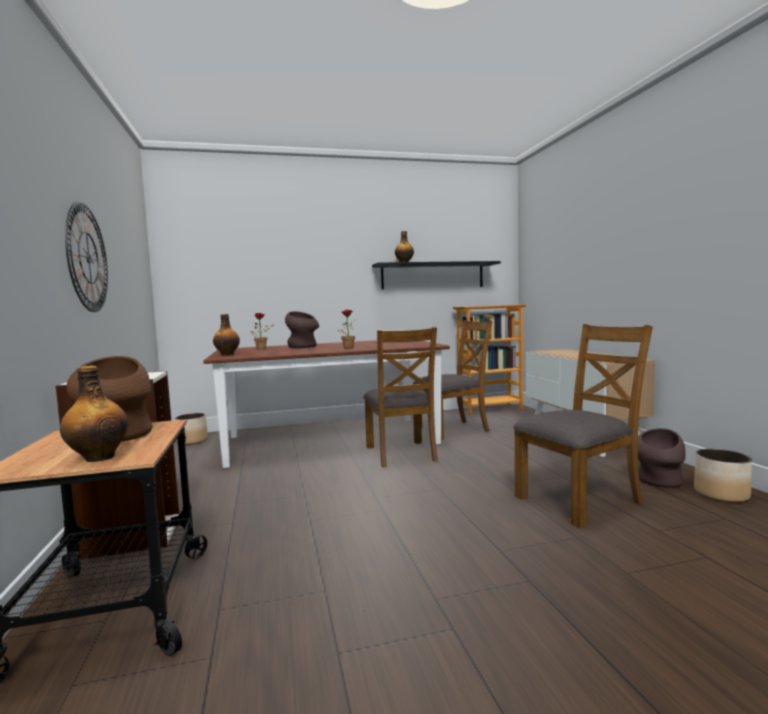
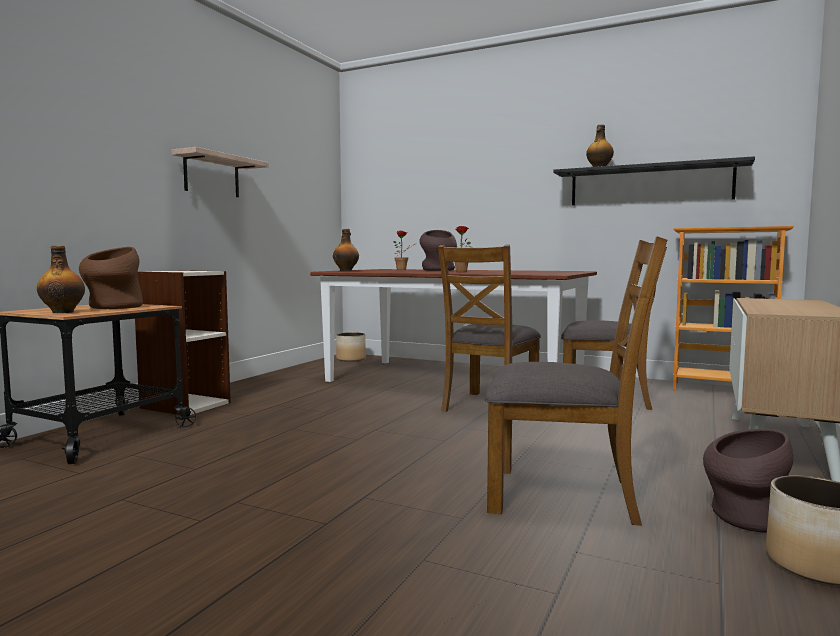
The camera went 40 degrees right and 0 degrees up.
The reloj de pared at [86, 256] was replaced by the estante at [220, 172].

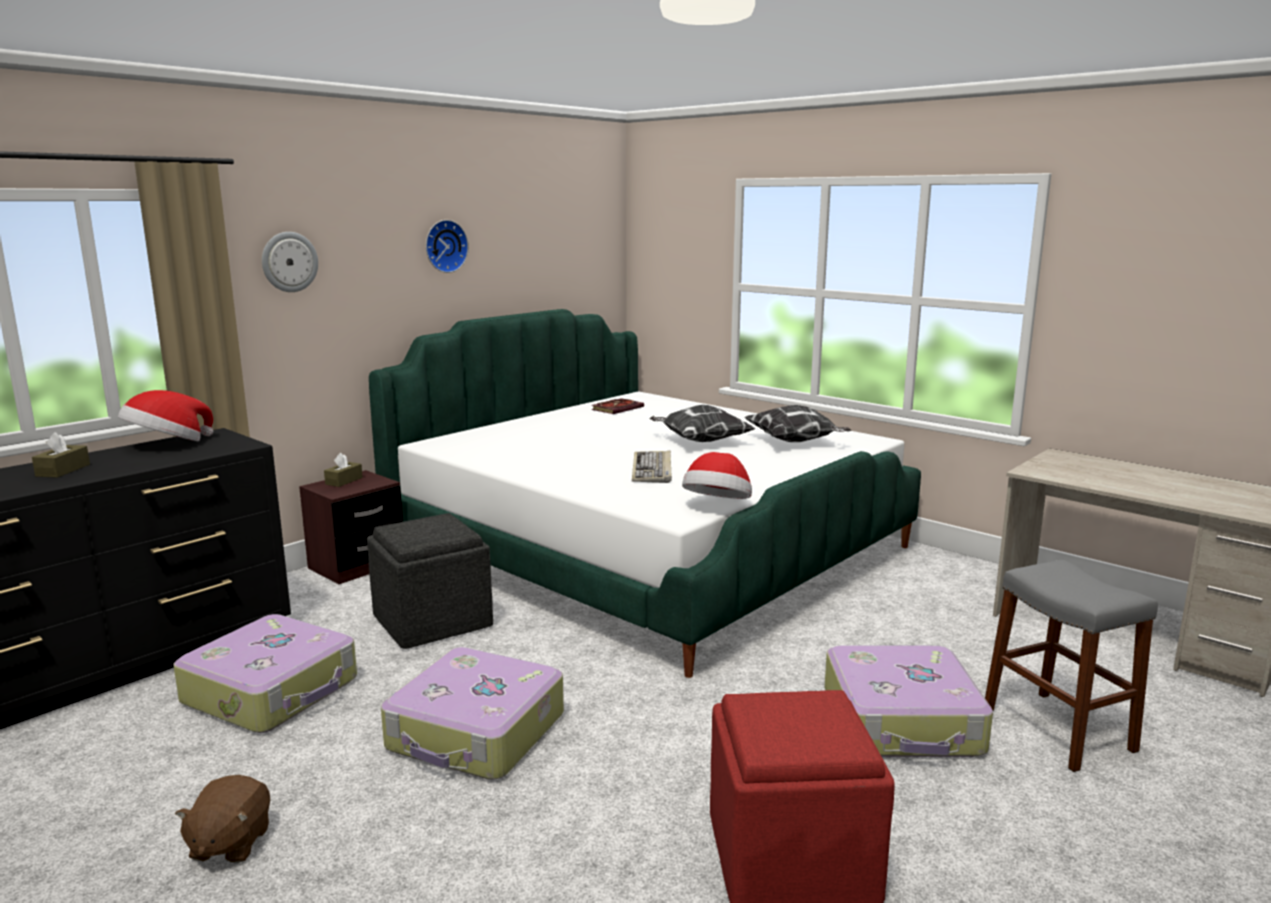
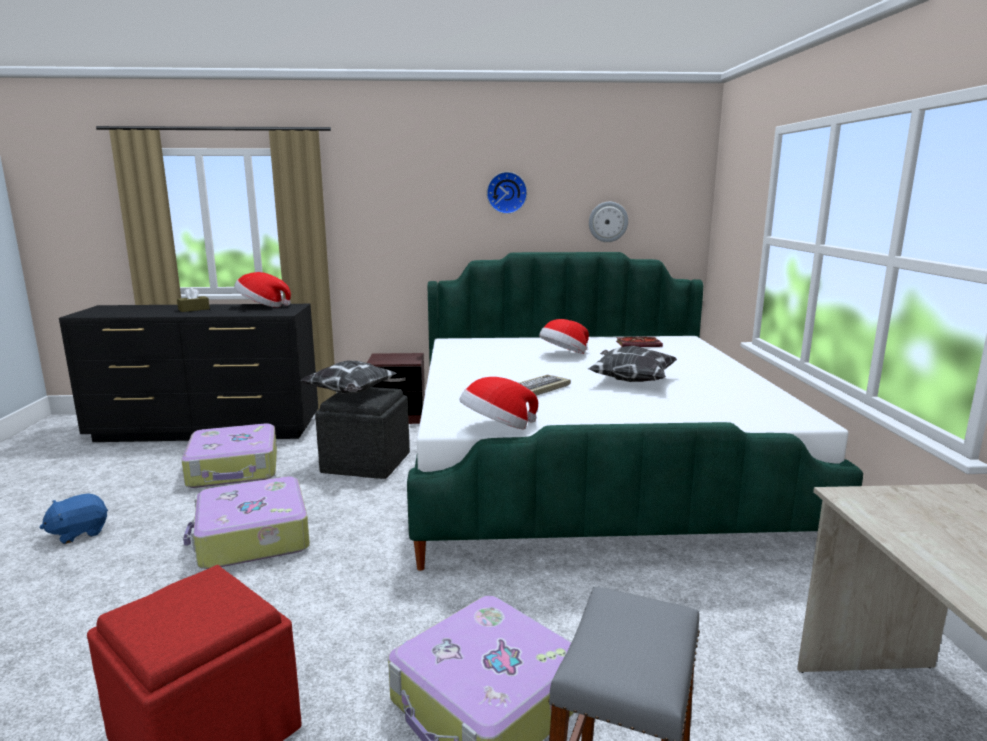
The camera went 45 degrees right and 0 degrees up.
The peluche [marrón] at [222, 819] became the peluche [azul] at [73, 518].
The reloj de pared moved from [290, 262] to [608, 222].
The caja de pañuelos [marrón] at [343, 470] disappeared.
The cojín moved from [798, 423] to [348, 377].
The sombrero at [564, 336] appeared.

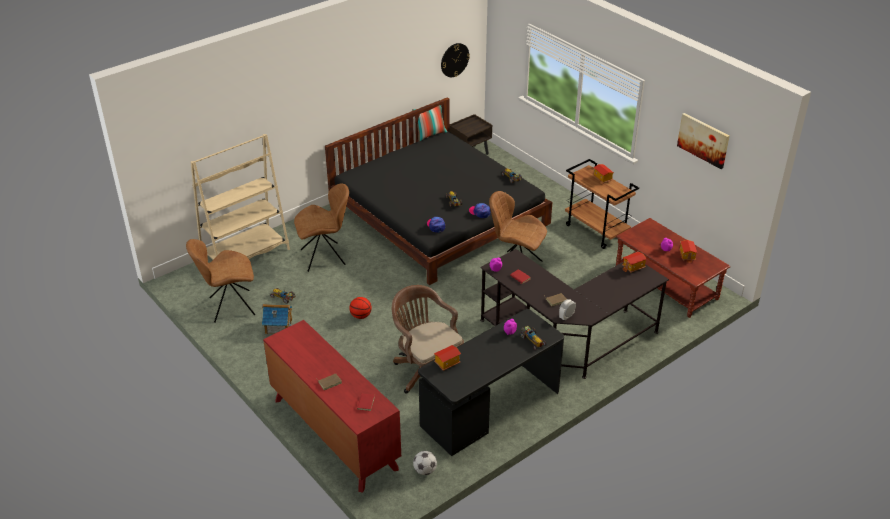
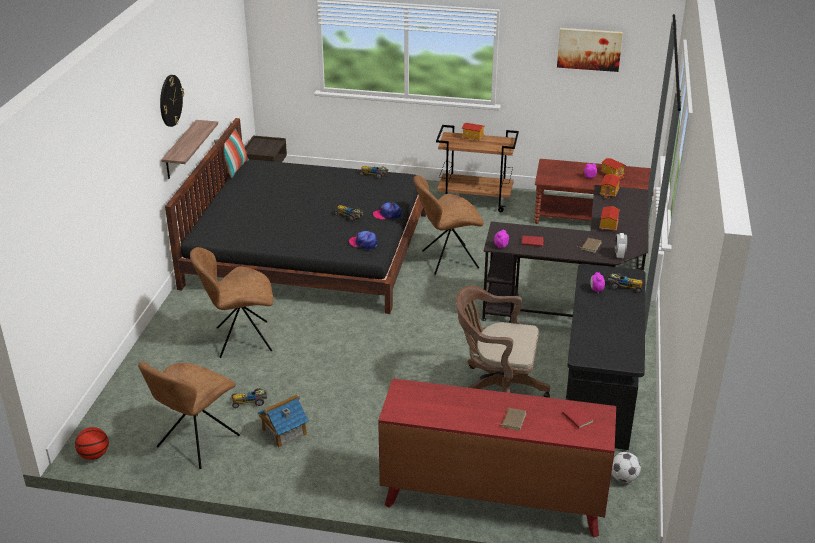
The camera went 40 degrees left and 5 degrees down.
The estantería [beis] at [240, 196] disappeared.
The silla [marrón] at [321, 227] turned 135 degrees counterclockwise.
The balón de baloncesto moved from [360, 308] to [92, 443].
The casita moved from [447, 358] to [609, 219].
The reloj de pared moved from [455, 60] to [172, 101].
The estante at [189, 149] appeared.

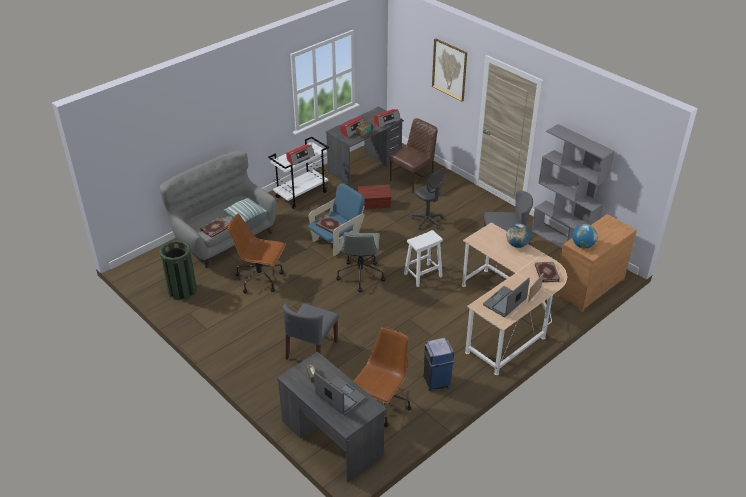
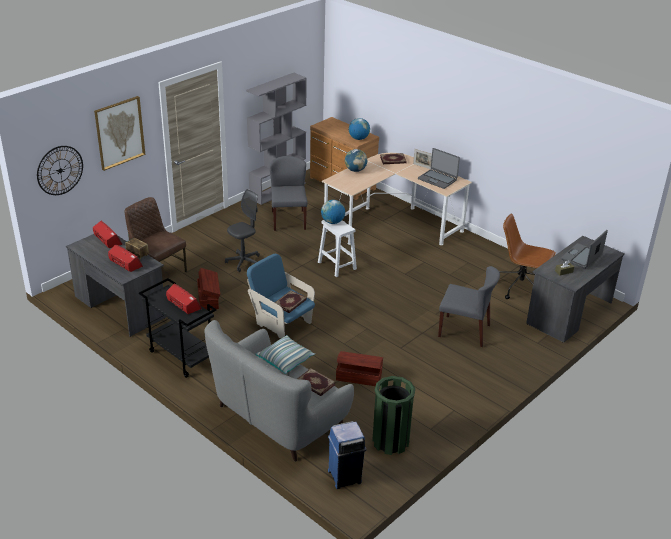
The camera went 95 degrees left and 5 degrees down.
The silla de oficina [marrón] at [257, 253] was replaced by the caja de almacenaje [marrón] at [359, 368].
The carrito [blanco] at [298, 173] became the carrito [negro] at [177, 328].
The silla de oficina [gris] at [360, 262] disappeared.
The papelera [azul] moved from [439, 365] to [347, 455].
The reloj de pared at [60, 170] appeared.
The globo terráqueo at [333, 212] appeared.

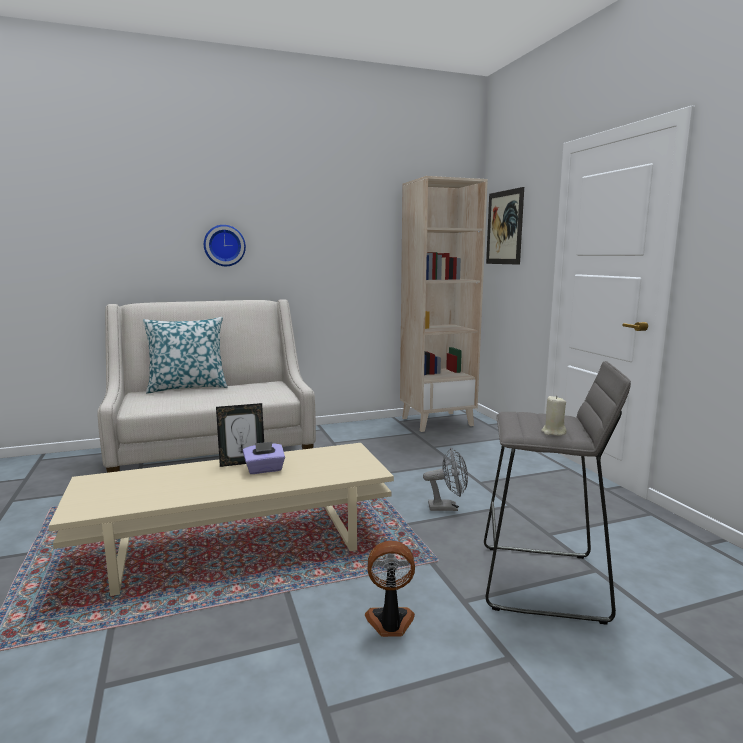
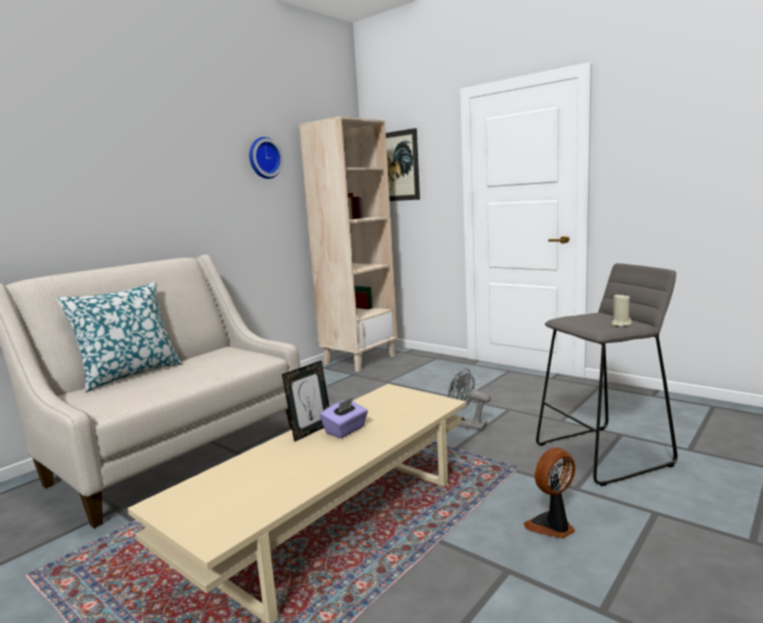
The camera went 30 degrees left and 0 degrees up.
The reloj de pared moved from [225, 245] to [266, 158].
The ventilador [gris] at [445, 479] turned 120 degrees counterclockwise.

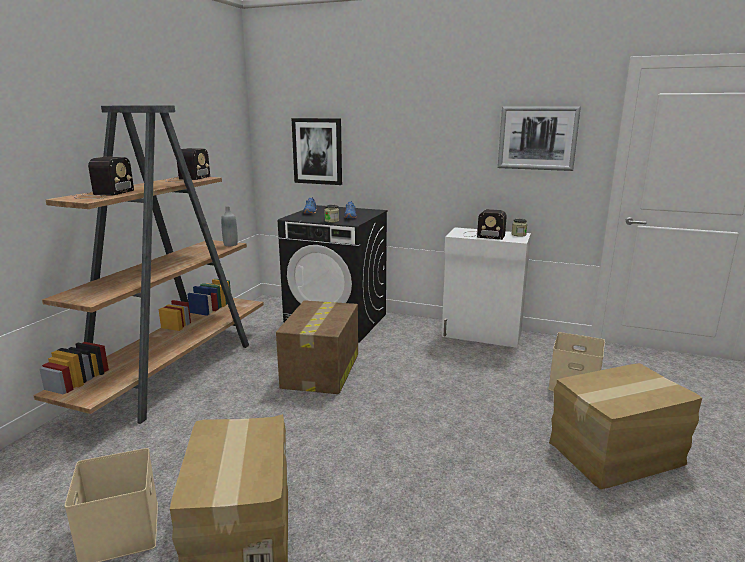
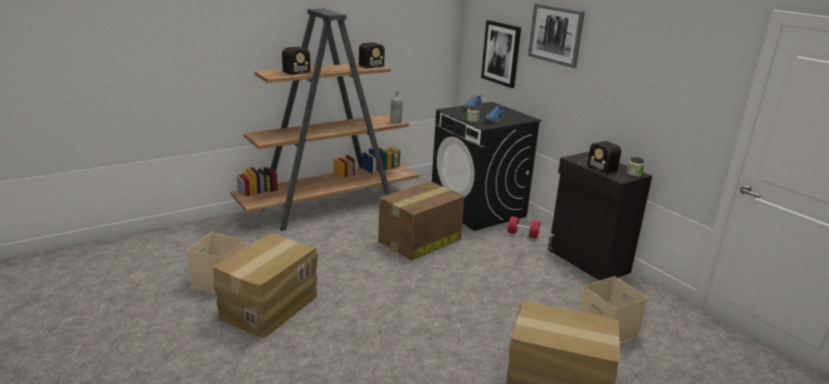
The camera went 35 degrees right and 5 degrees up.
The armario [blanco] at [486, 287] became the armario [negro] at [600, 216].
The cuadro moved from [539, 138] to [556, 35].
The mancuerna [rojo] at [524, 227] appeared.

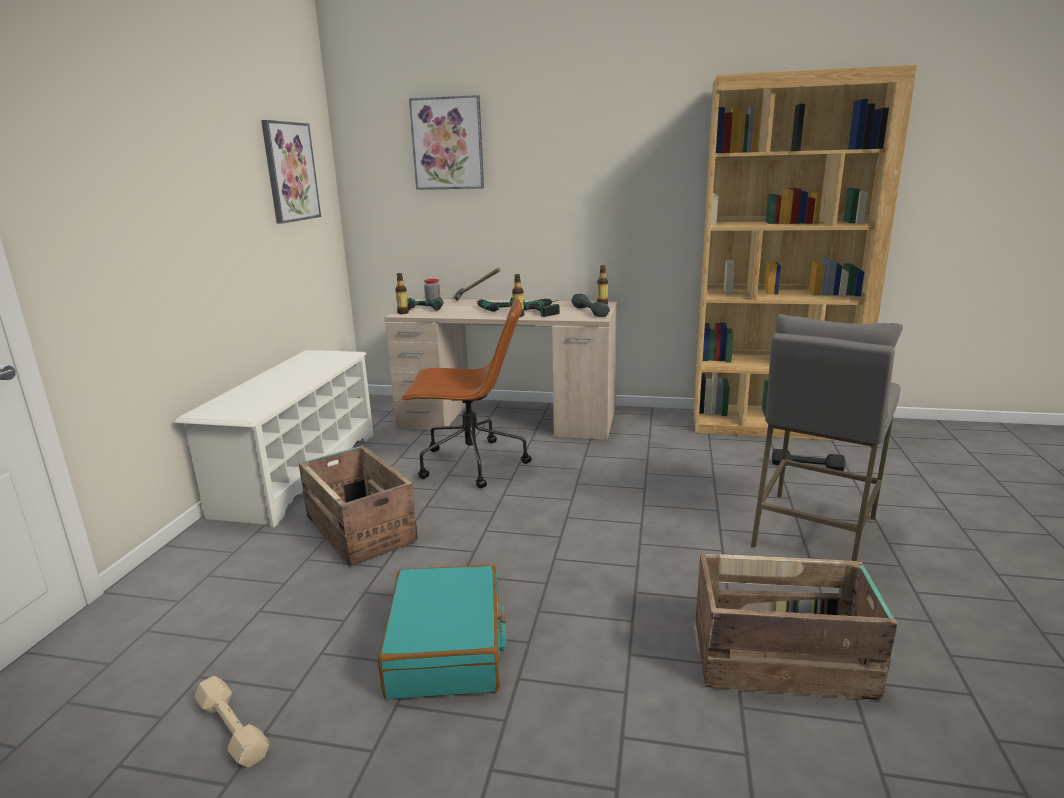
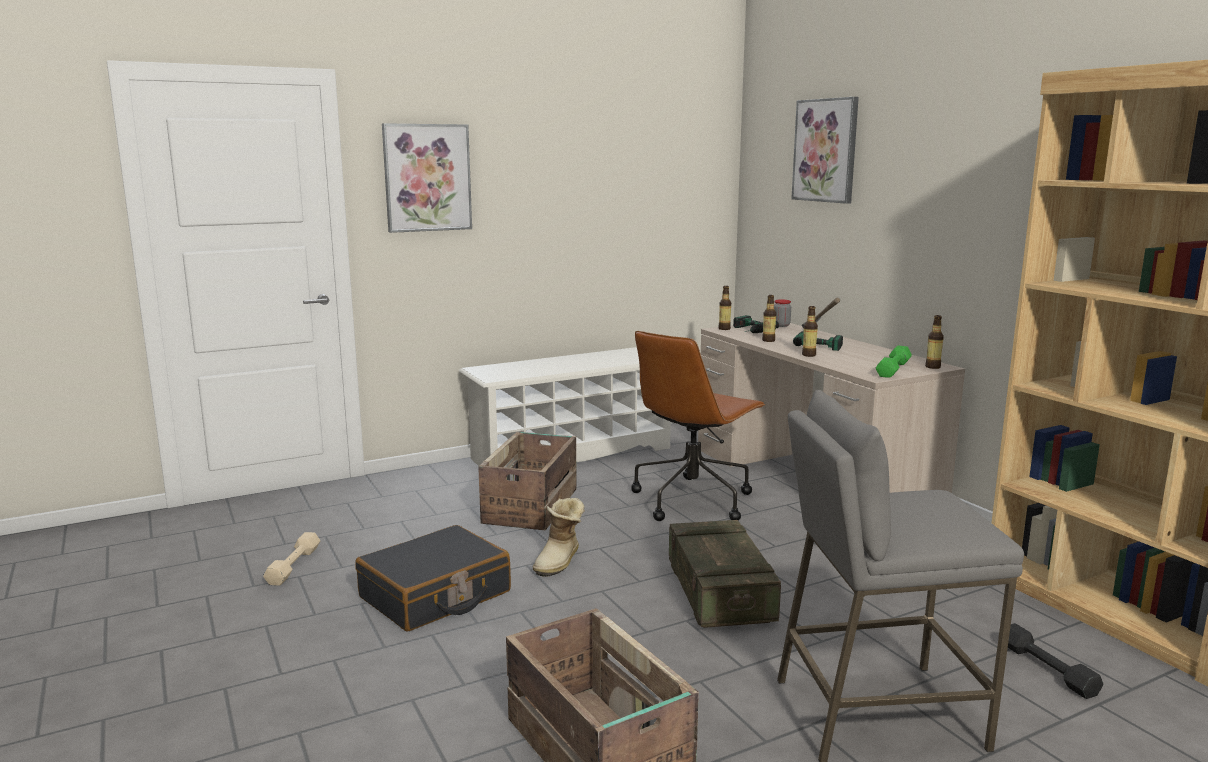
The camera went 50 degrees right and 5 degrees down.
The cuadro moved from [291, 172] to [427, 178].
The maleta [turquesa] at [442, 631] became the maleta [negro] at [433, 578].
The silla de oficina [marrón] at [466, 393] turned 75 degrees clockwise.
The taladro at [542, 308] disappeared.
The mancuerna [gris] at [590, 305] became the mancuerna [verde] at [894, 362].
The bota at [558, 537] appeared.
The caja de embalaje at [725, 574] appeared.
The botella at [769, 318] appeared.

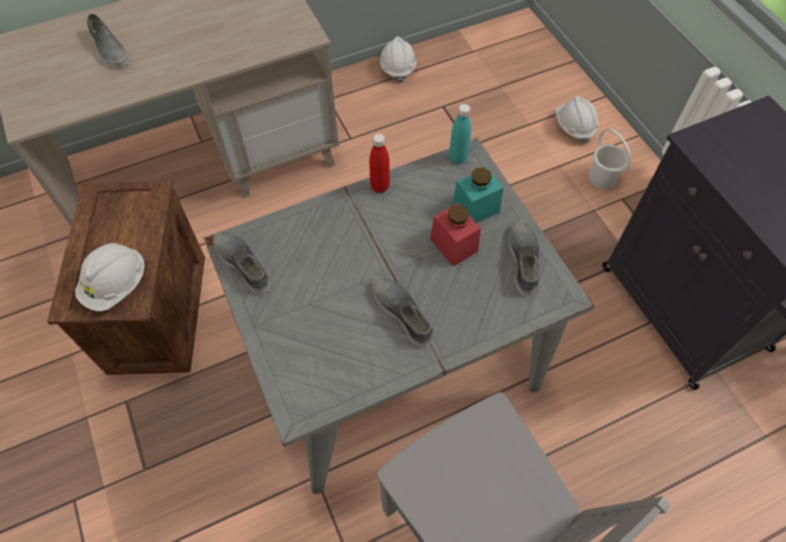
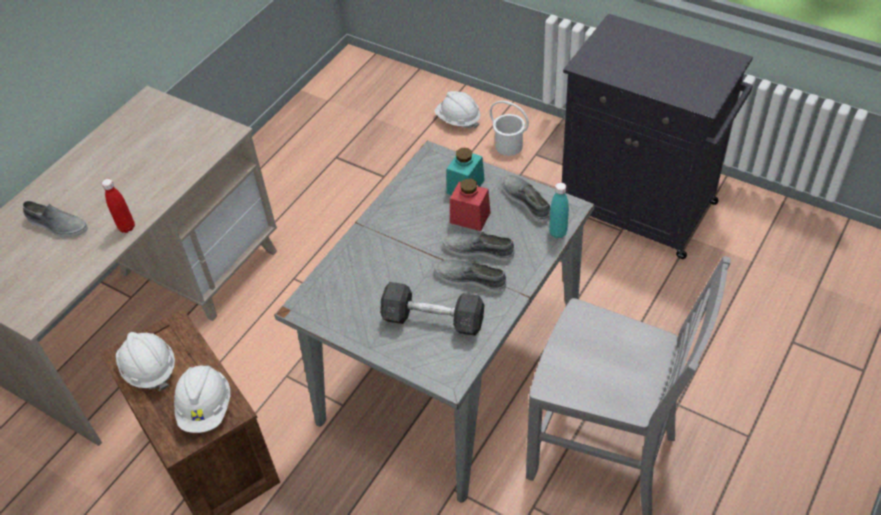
The camera went 30 degrees left and 10 degrees down.
The zapato [gris] moved from [241, 262] to [478, 246].
The botella [rojo] moved from [379, 163] to [118, 206].
The casco [blanco] moved from [398, 59] to [145, 361].
The botella [turquesa] moved from [460, 134] to [559, 210].
The mancuerna [gris] at [432, 309] appeared.

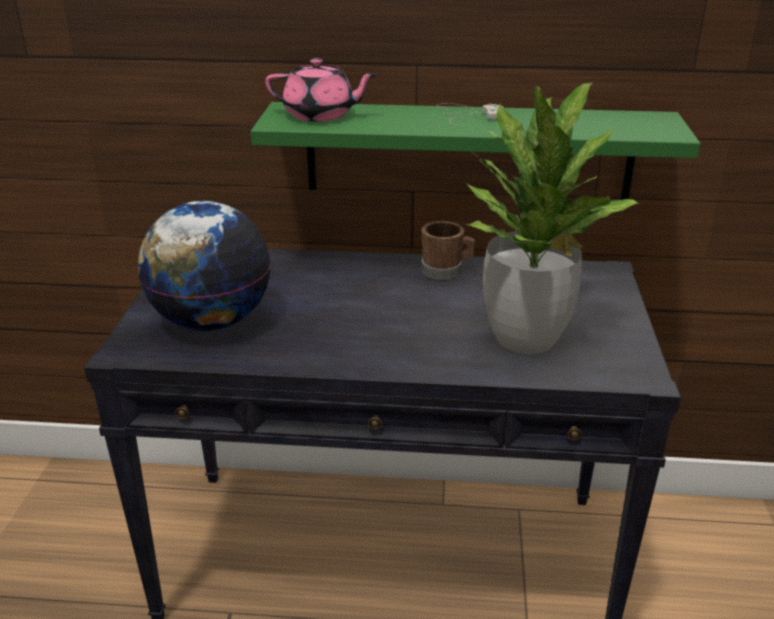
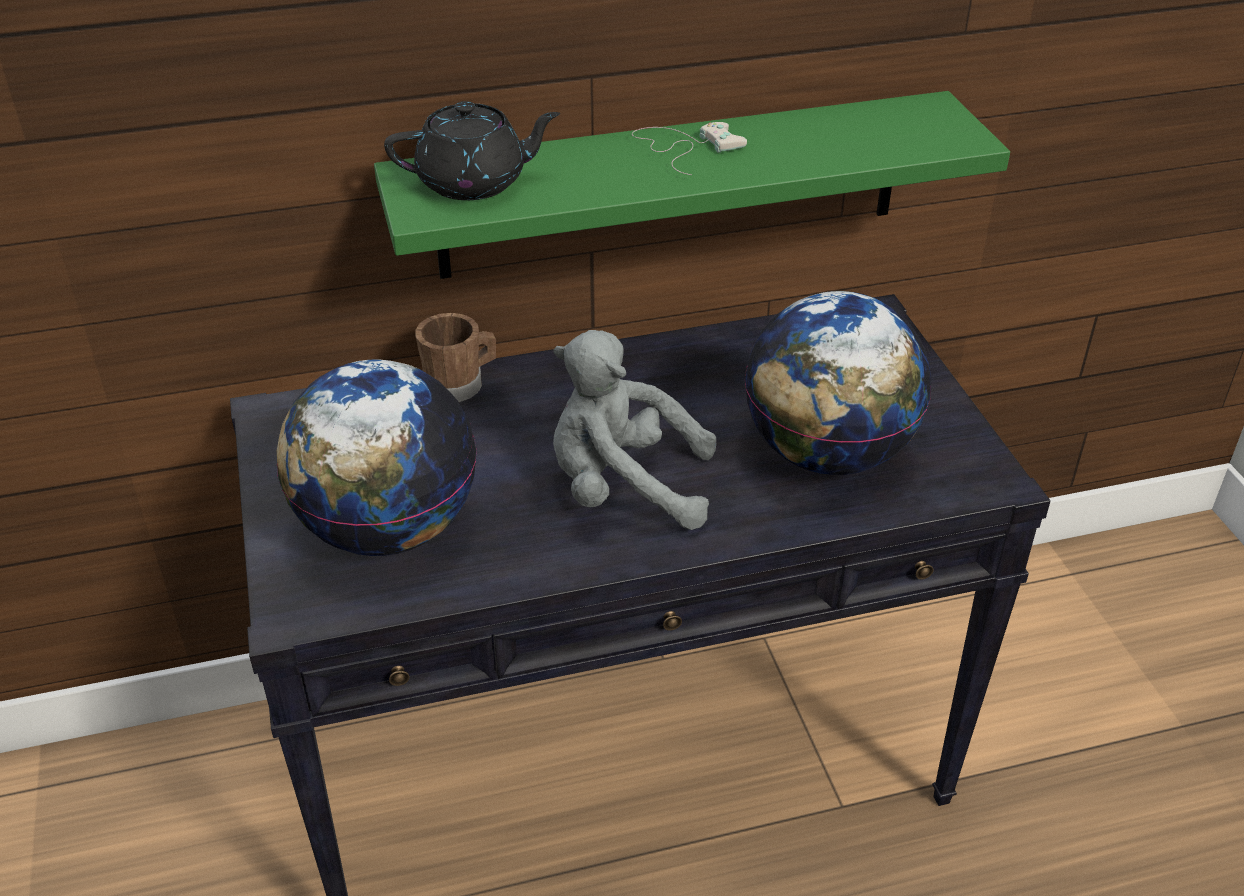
The camera went 20 degrees left and 10 degrees up.
The tetera [rosa] at [321, 90] became the tetera [negro] at [472, 150].
The taza grande [marrón] moved from [448, 250] to [455, 357].
The planta en maceta at [552, 218] was replaced by the globo terráqueo at [838, 383].
The peluche [gris] at [634, 430] appeared.

